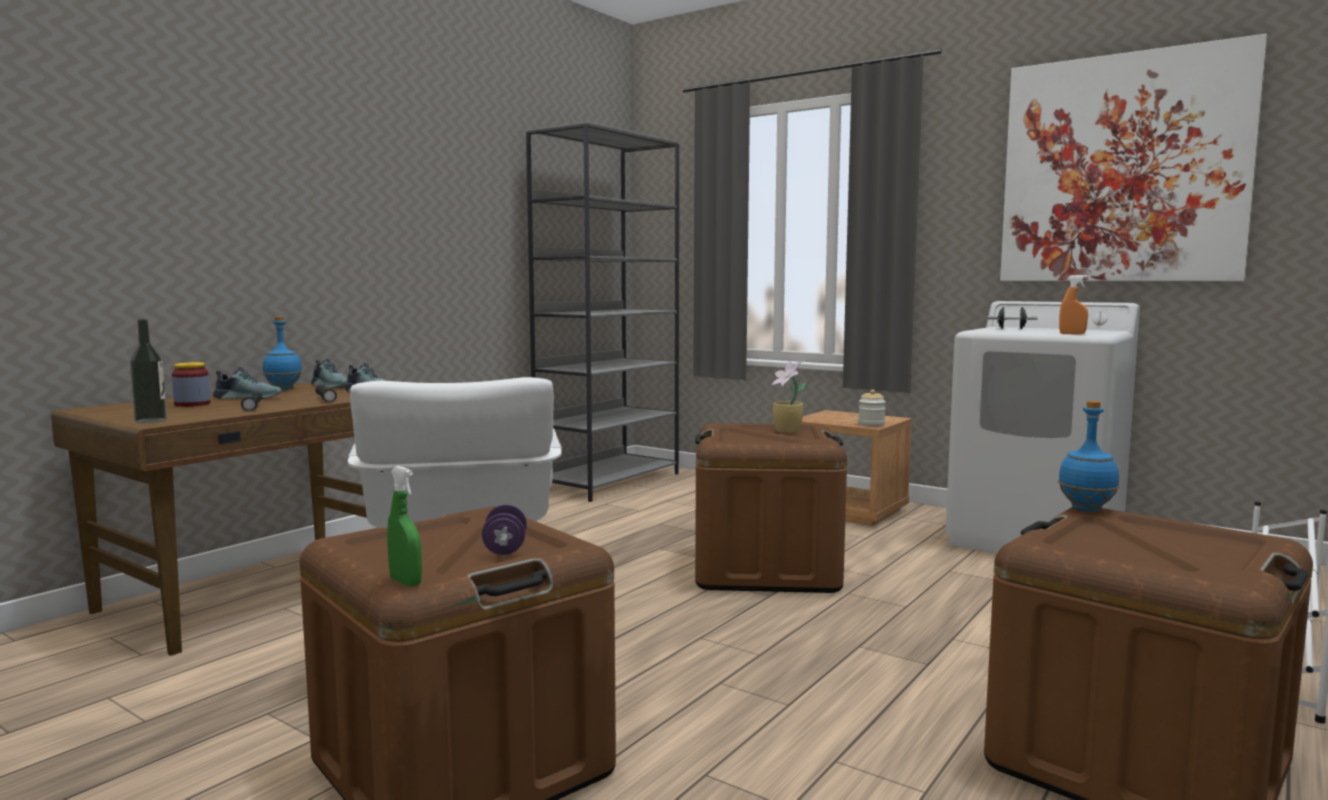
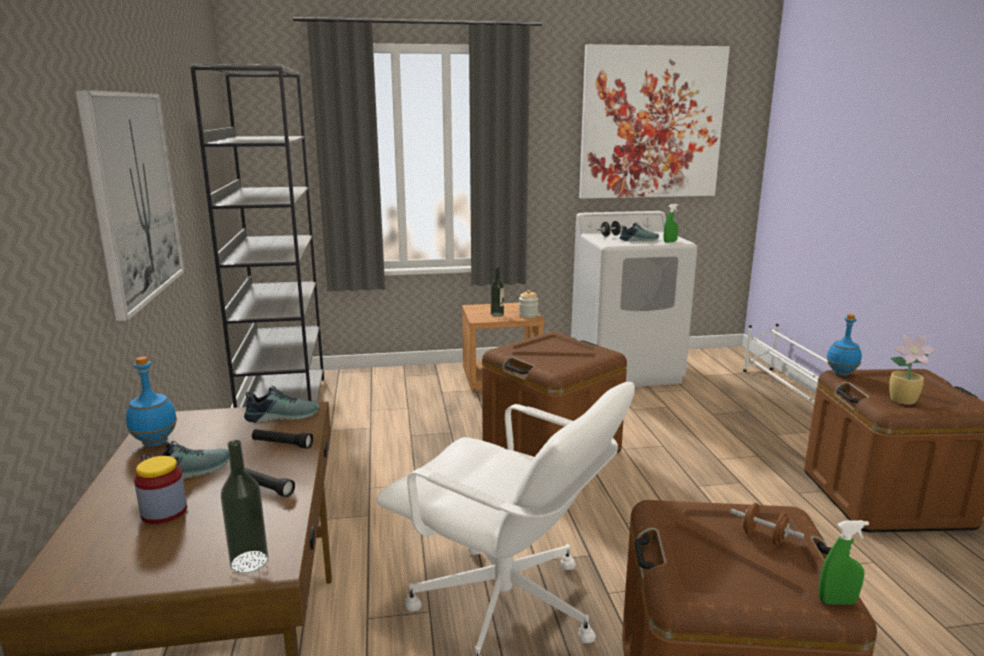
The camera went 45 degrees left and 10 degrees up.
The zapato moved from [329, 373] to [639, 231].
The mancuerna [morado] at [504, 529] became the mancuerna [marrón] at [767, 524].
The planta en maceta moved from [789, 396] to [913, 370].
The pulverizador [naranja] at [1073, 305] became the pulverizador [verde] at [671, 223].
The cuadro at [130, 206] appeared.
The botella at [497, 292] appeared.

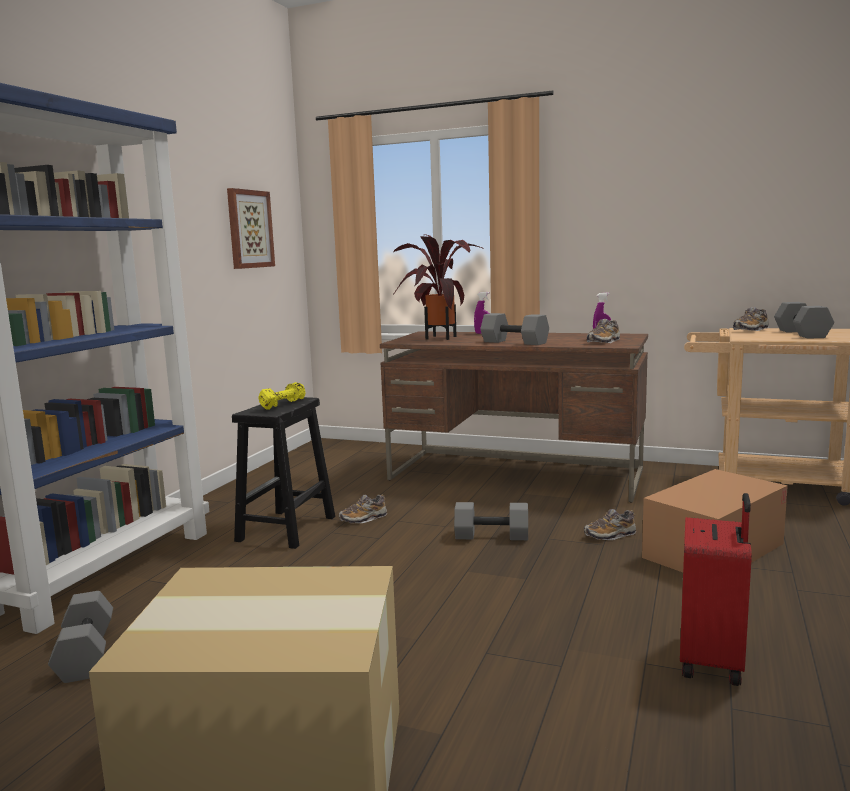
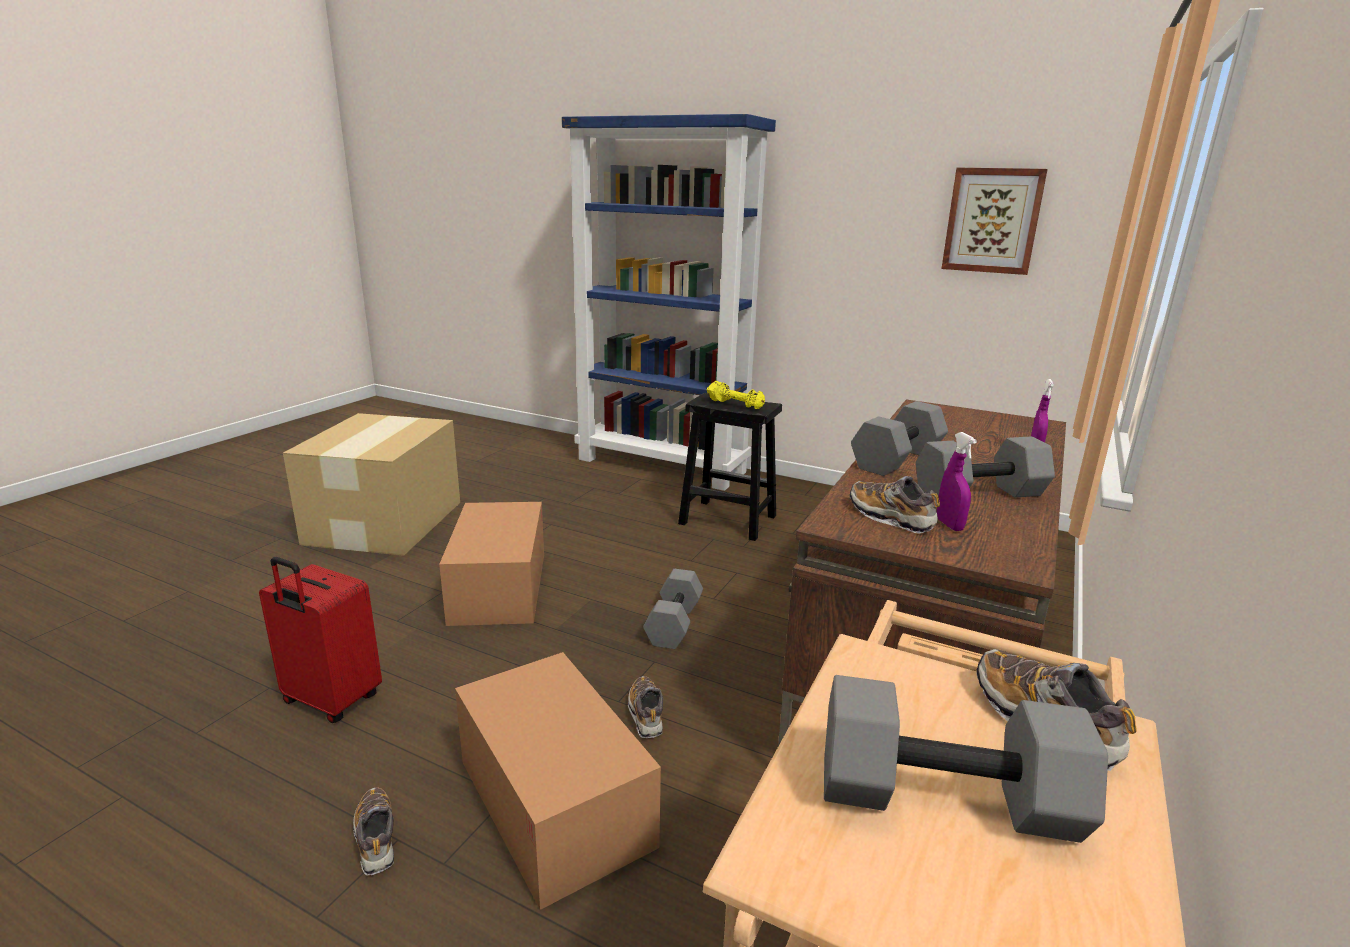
The camera went 95 degrees right and 10 degrees up.
The mancuerna [gris] moved from [80, 637] to [985, 467].
The zapato moved from [363, 509] to [373, 831].
The planta en maceta at [439, 287] disappeared.
The caja de cartón at [491, 564] appeared.

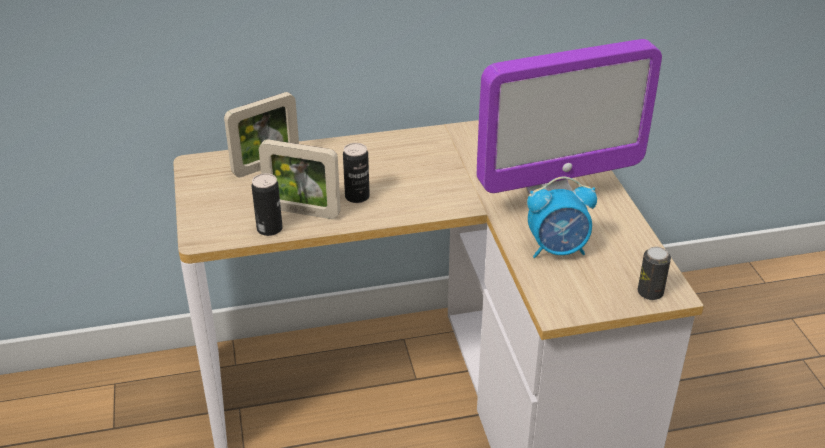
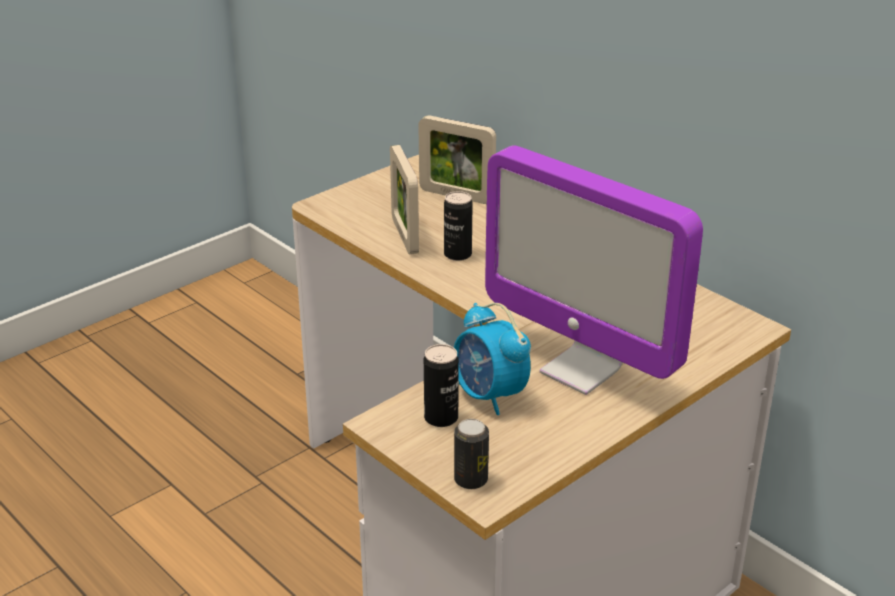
The camera went 60 degrees right and 5 degrees down.
The lata moved from [267, 204] to [441, 385].

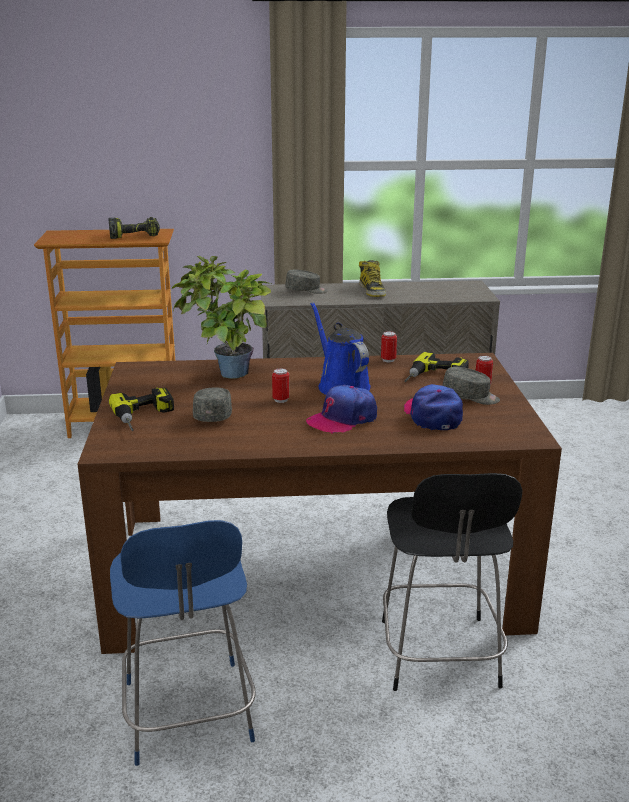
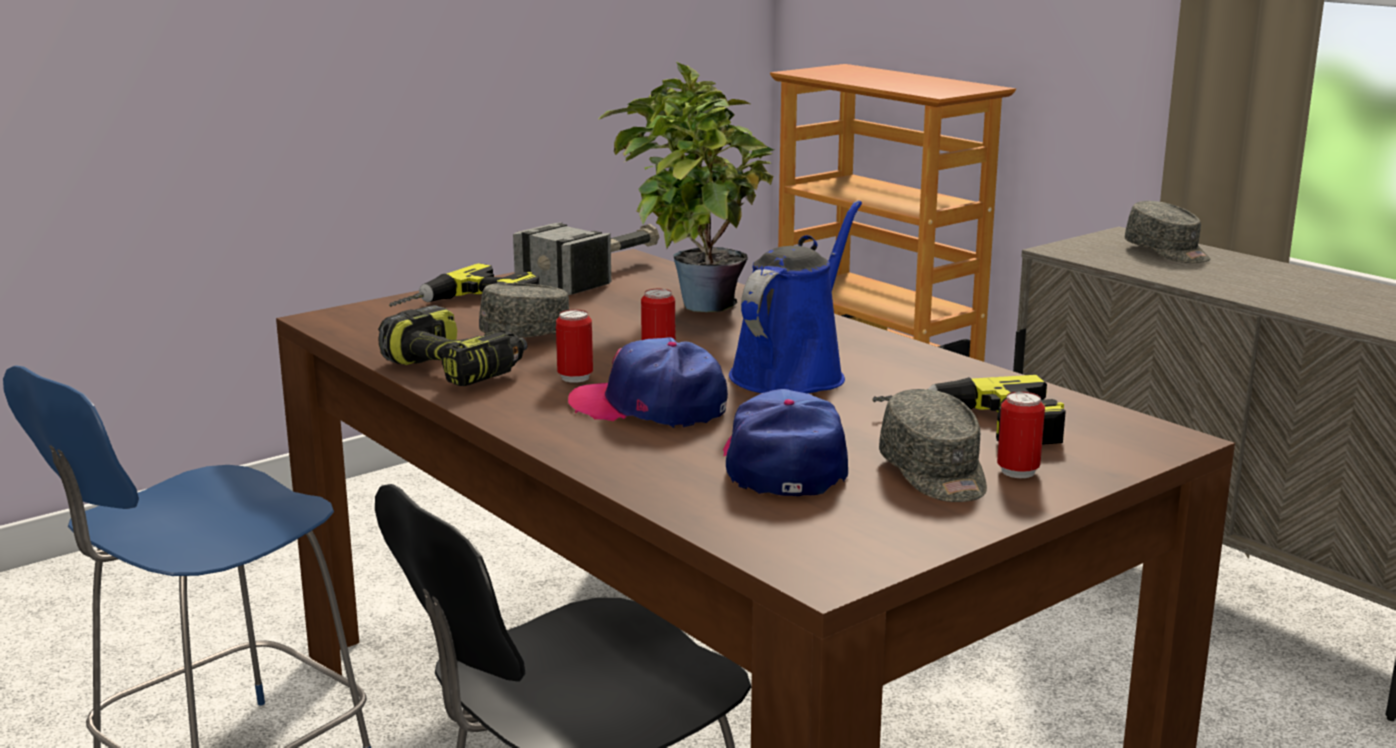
The camera went 55 degrees right and 5 degrees down.
The taladro moved from [134, 228] to [453, 345].
The bota at [372, 278] disappeared.
The lata moved from [389, 346] to [574, 346].
The gorra at [433, 407] turned 45 degrees counterclockwise.
The martillo at [586, 258] appeared.

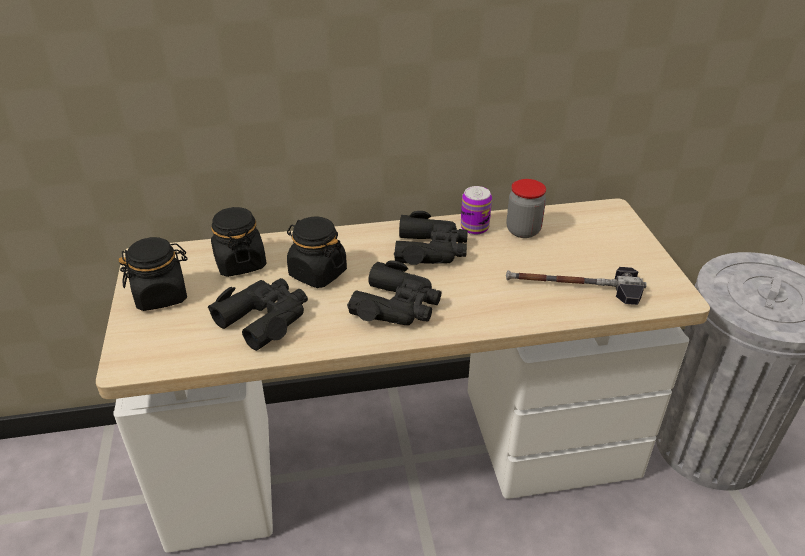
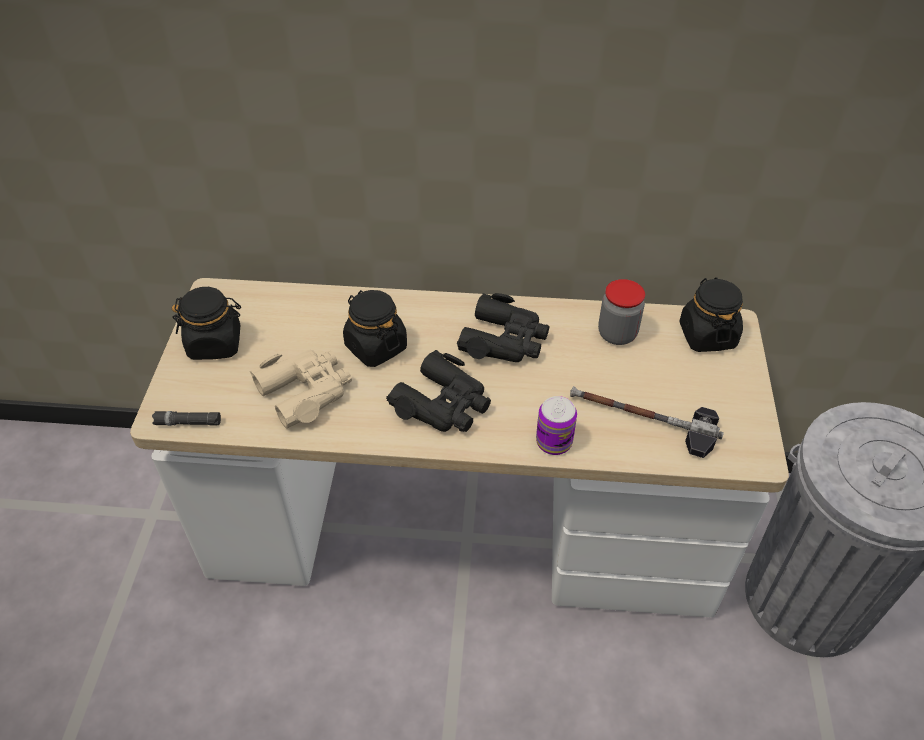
The camera went 15 degrees right and 10 degrees up.
The prismáticos [negro] at [258, 314] became the prismáticos [beis] at [301, 389].
The tarro [negro] moved from [238, 242] to [711, 314].
The lata moved from [476, 210] to [556, 425].
The linterna [negro] at [186, 418] appeared.

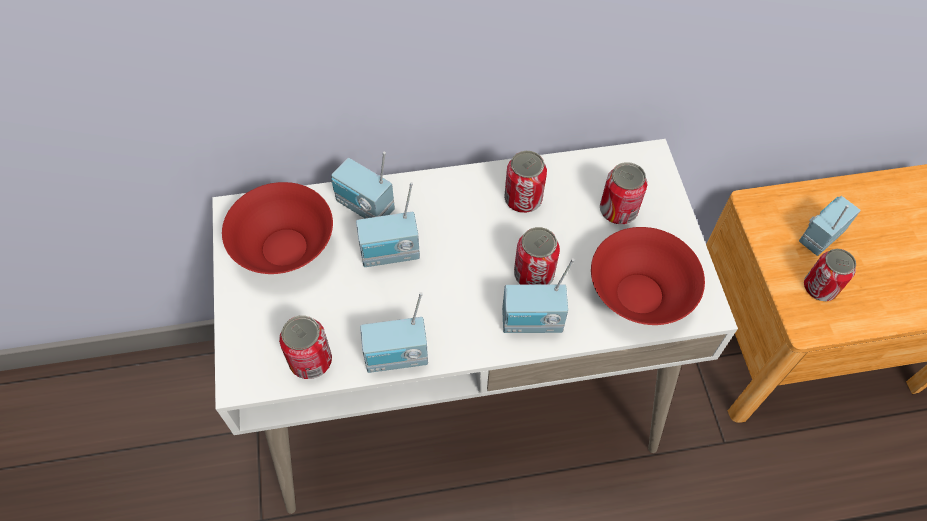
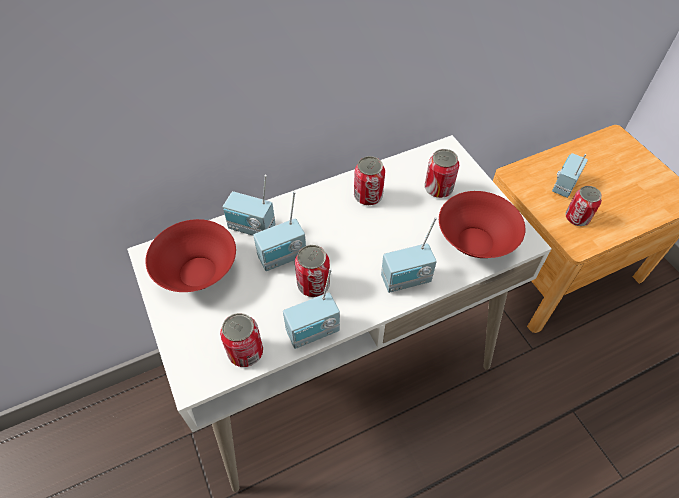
The camera went 15 degrees left and 5 degrees down.
The lata moved from [537, 256] to [312, 271].

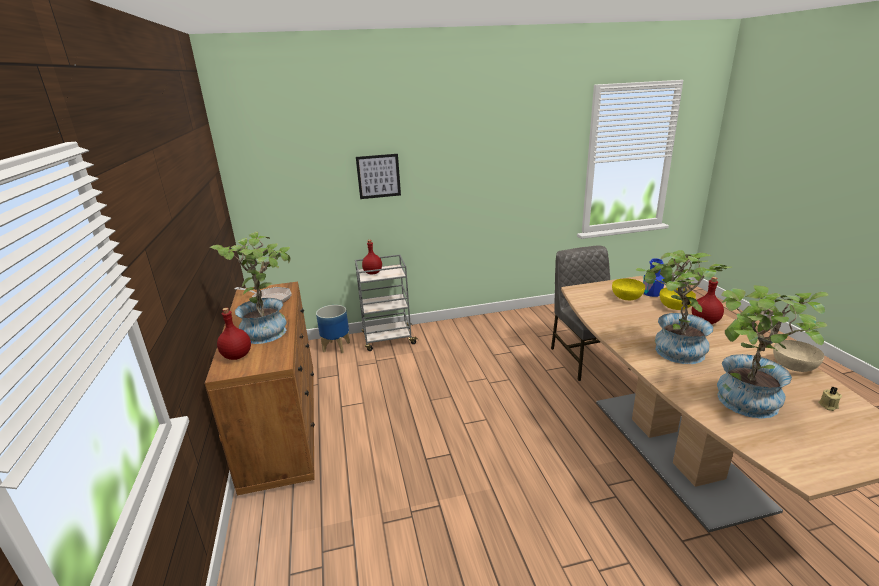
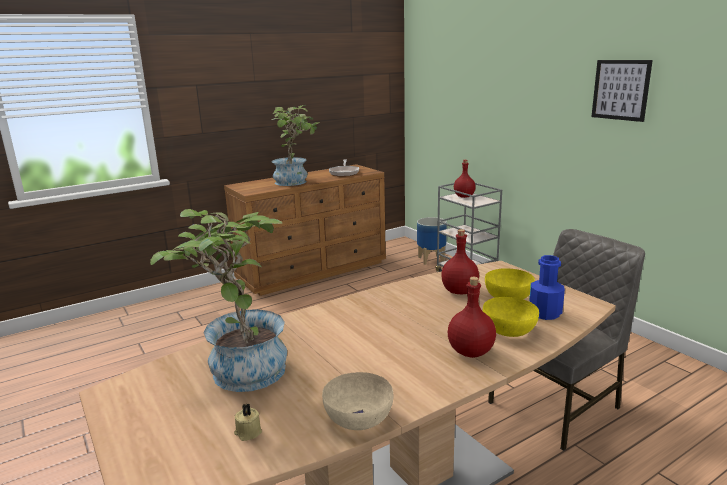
The camera went 70 degrees right and 5 degrees down.
The botella [rojo] moved from [234, 334] to [460, 261].
The cuadro moved from [378, 176] to [622, 91].
The planta en maceta at [684, 307] disappeared.

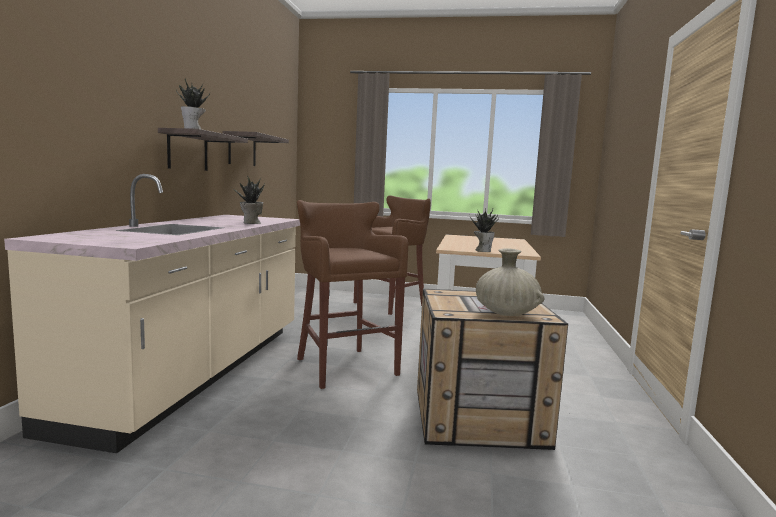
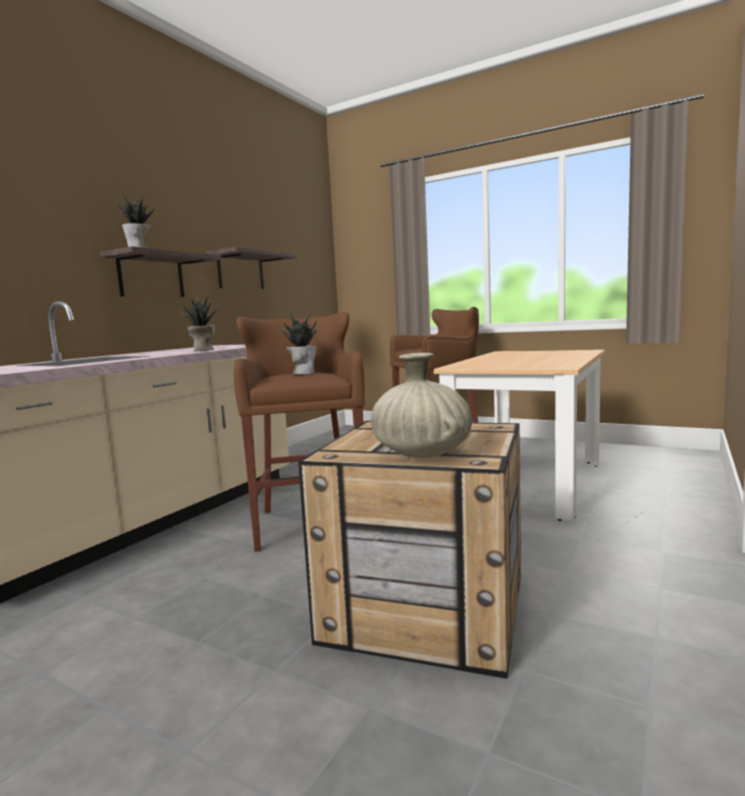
The camera went 20 degrees right and 0 degrees up.
The planta en maceta moved from [484, 230] to [298, 343].

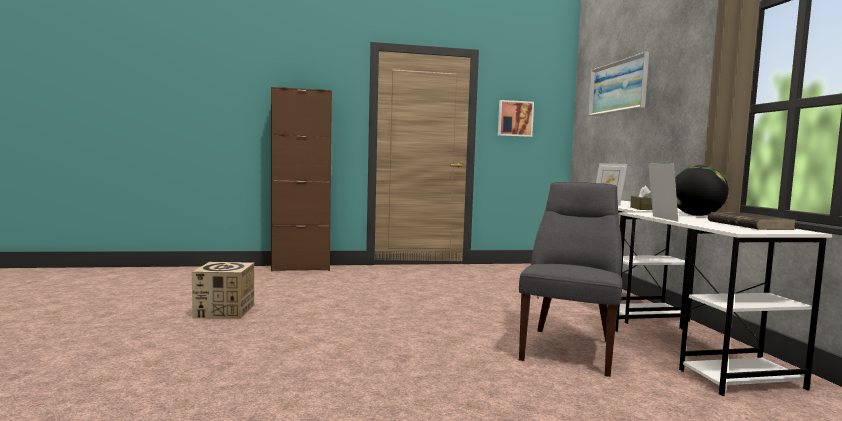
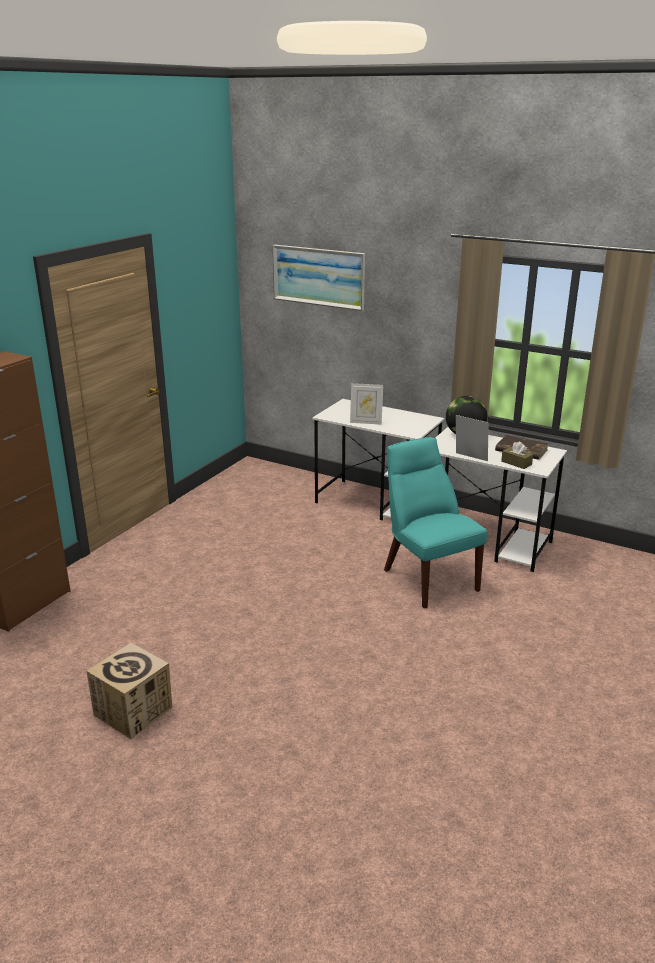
The camera went 50 degrees left and 20 degrees up.
The cuadro at [516, 118] disappeared.
The silla [gris] at [570, 279] became the silla [turquesa] at [435, 523].
The caja de pañuelos [marrón] moved from [641, 198] to [517, 455].

